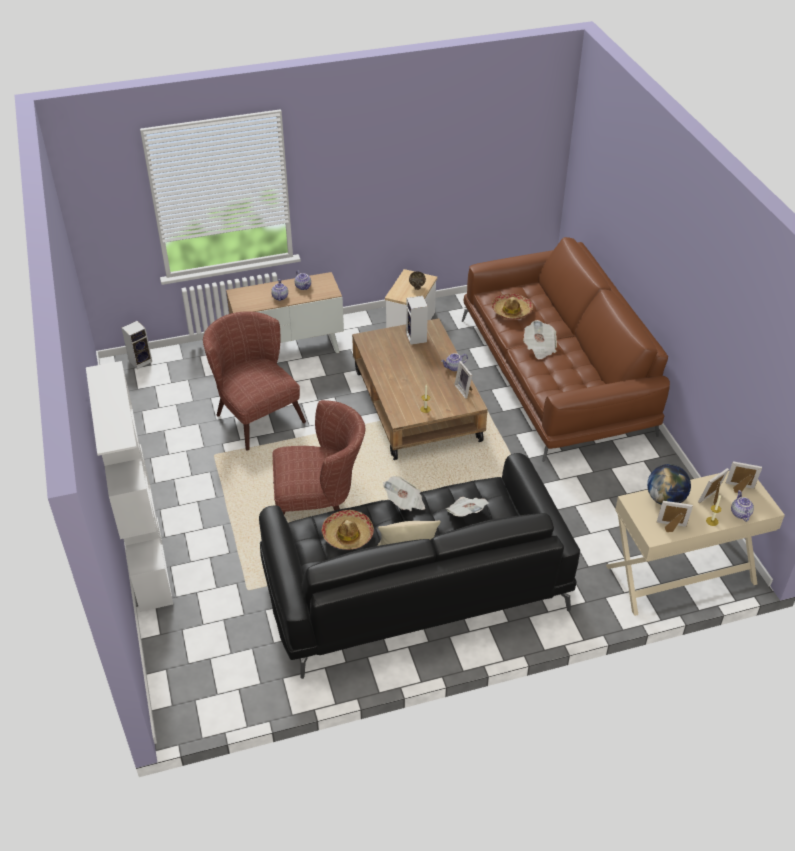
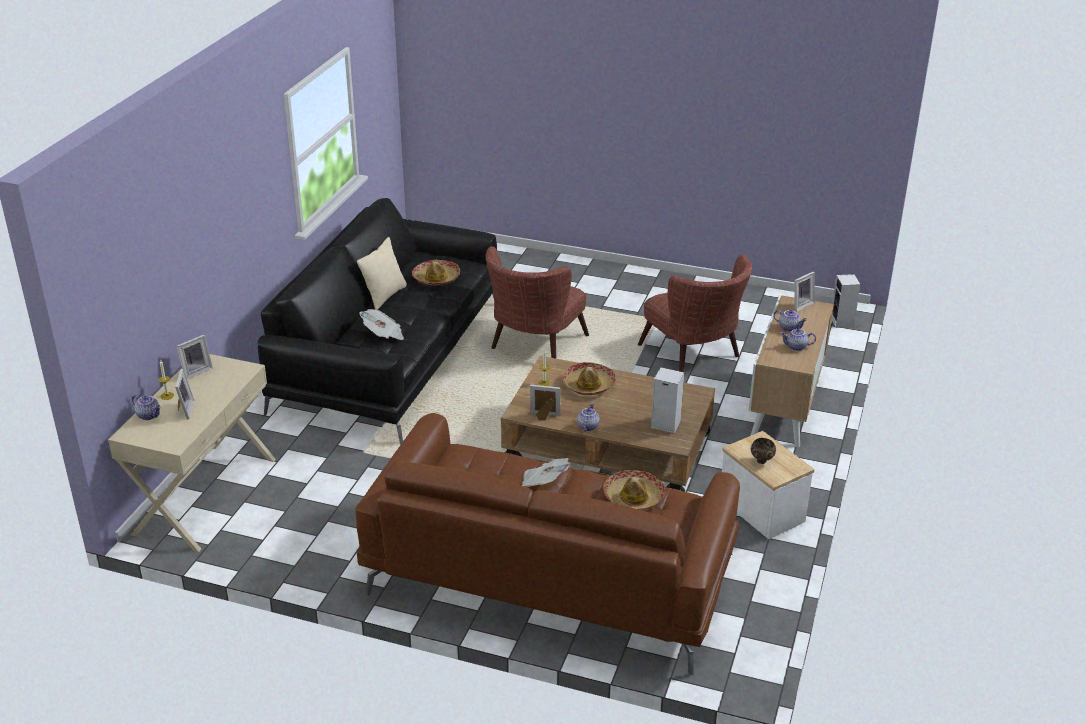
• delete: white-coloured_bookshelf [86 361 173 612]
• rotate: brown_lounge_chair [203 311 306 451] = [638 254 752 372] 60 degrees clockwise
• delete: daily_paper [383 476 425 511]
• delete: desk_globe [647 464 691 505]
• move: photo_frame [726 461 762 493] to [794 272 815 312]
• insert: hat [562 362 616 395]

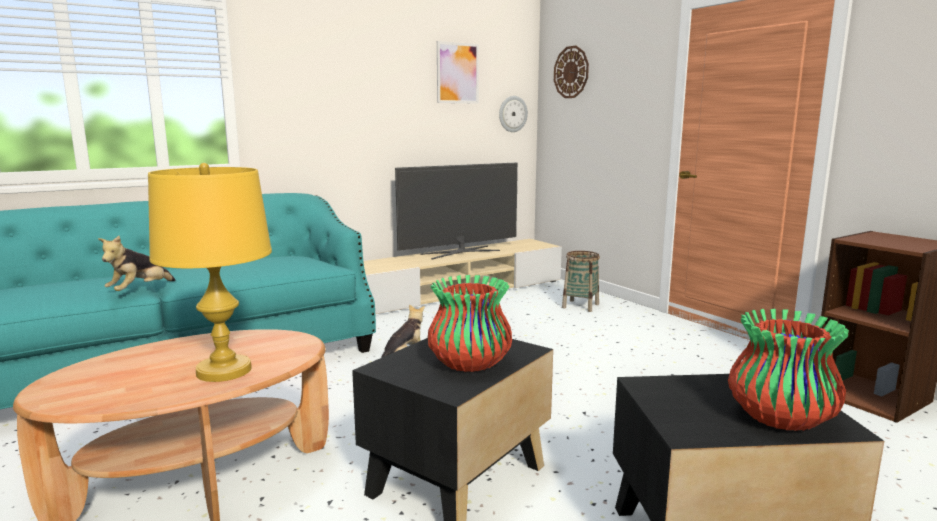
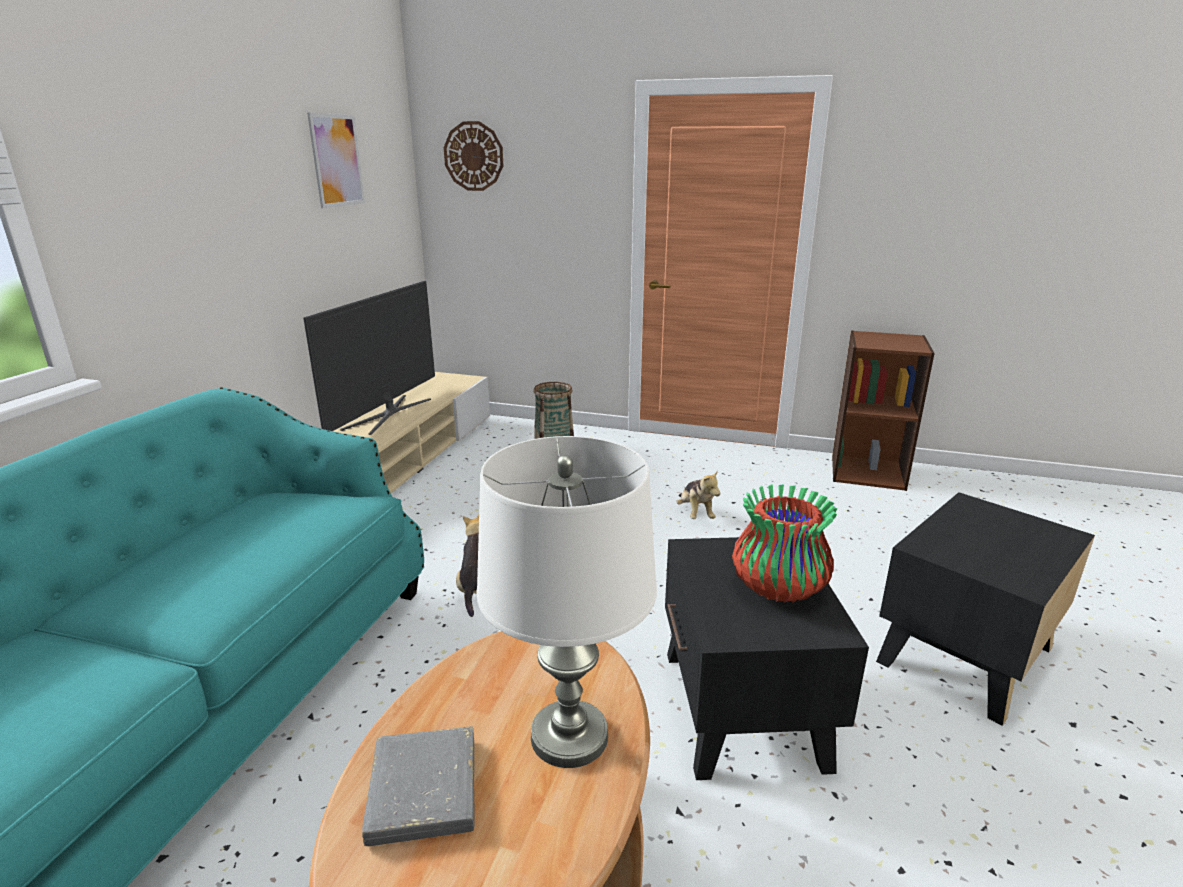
• move: cuddly_toy [98 236 176 291] to [676 470 720 519]
• recolor: yellow_tabletop_lamp [148 163 272 382] to white-coloured_tabletop_lamp [476 436 657 768]
• delete: hanging_clock [499 96 528 132]
• delete: vase [728 309 849 431]
• insert: gray_book [362 726 475 846]

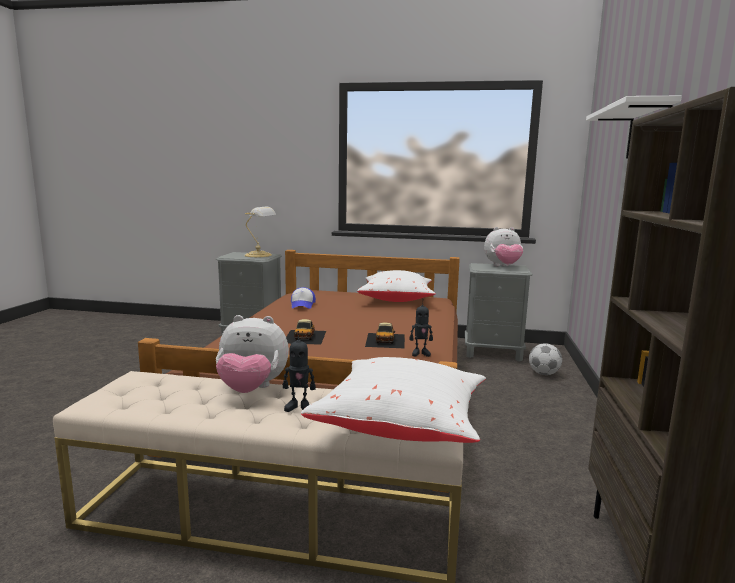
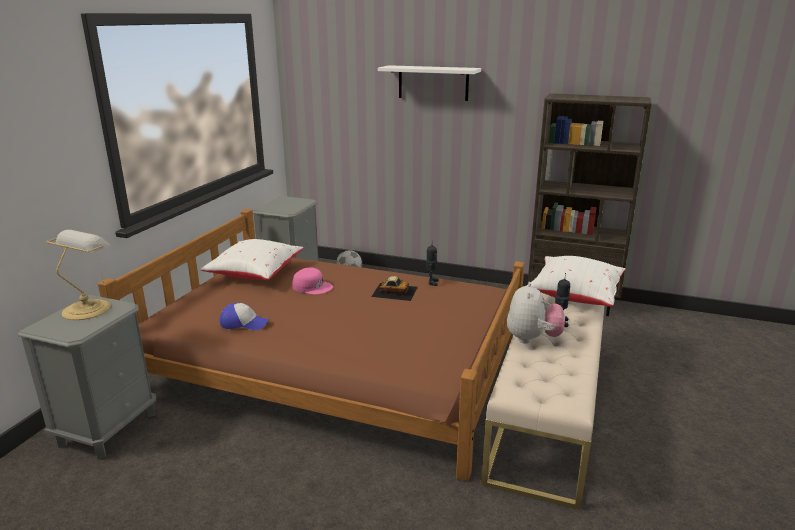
• delete: miniature_car [286 319 326 345]
• delete: cuddly_toy [484 227 523 266]
• insert: pink_baseball_cap [292 268 333 295]

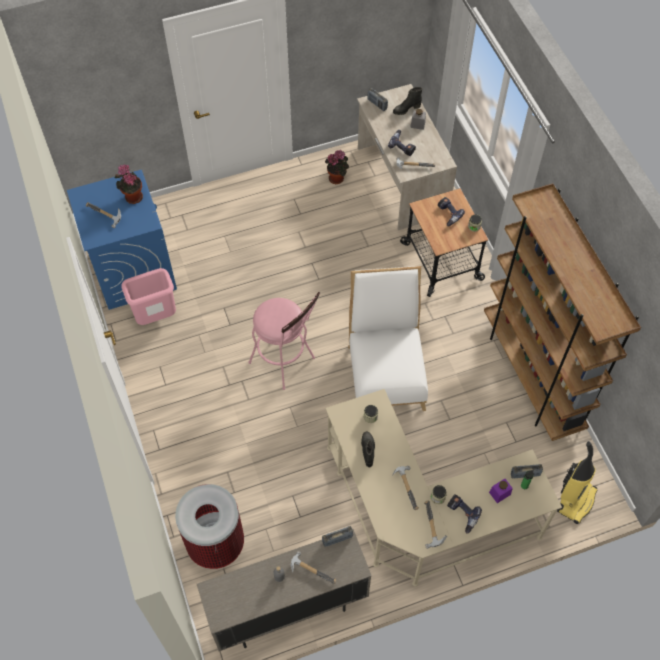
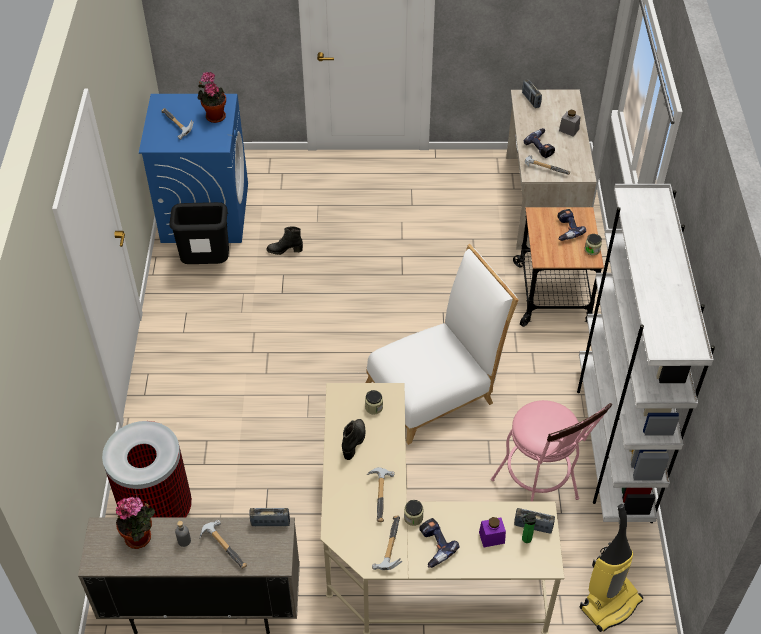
• recolor: pink_trash_can [121 268 176 325] to black-coloured_trash_can [169 202 229 264]
• move: pink_stool_seat [248 292 320 390] to [491 400 612 502]
• move: houseplant [325 150 349 184] to [116 497 155 549]
• rotate: white-coloured_chair [348 266 428 411] = [365 244 518 445] 45 degrees clockwise
• move: black-coloured_high-top_boot [393 87 422 115] to [267 226 303 255]
• recolor: brown_bookshelf [484 183 641 441] to white-coloured_bookshelf [577 184 715 523]

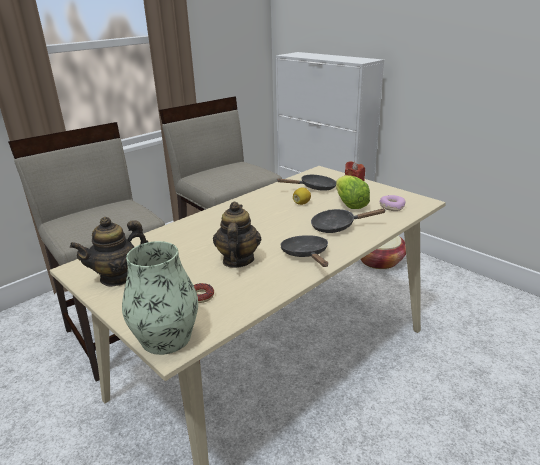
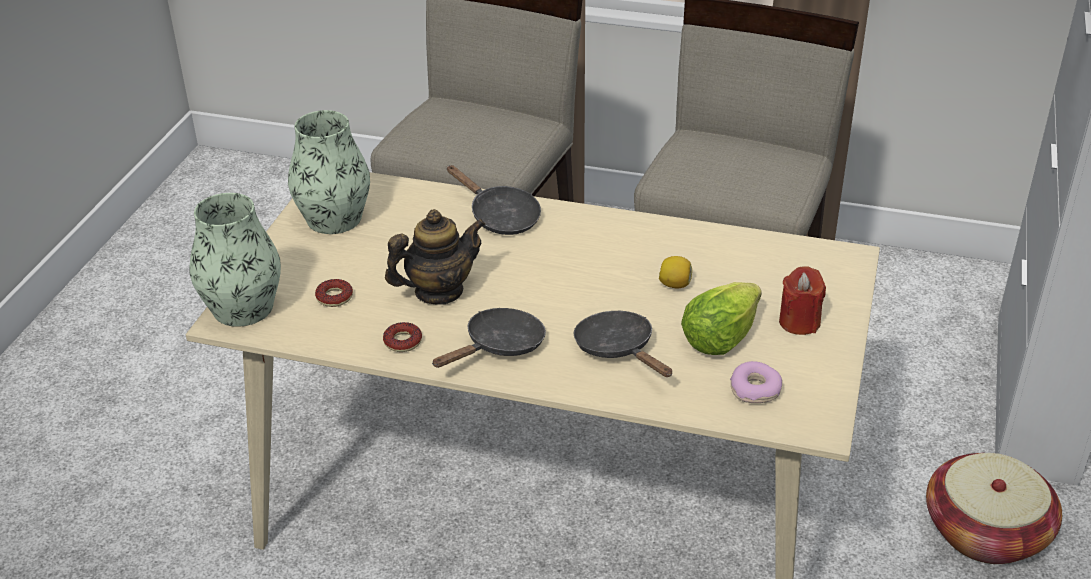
• replace: pot_for_tea [70 217 148 287] to vase [288 110 370 234]
• move: black-coloured_frying_pan [276 174 336 191] to [446 165 541 235]
• insert: doughnut [383 322 422 352]

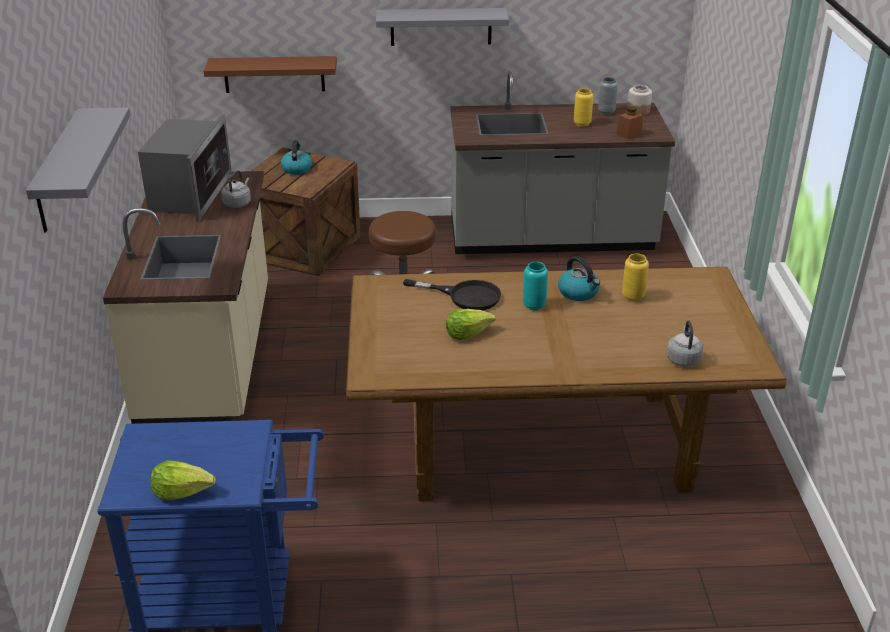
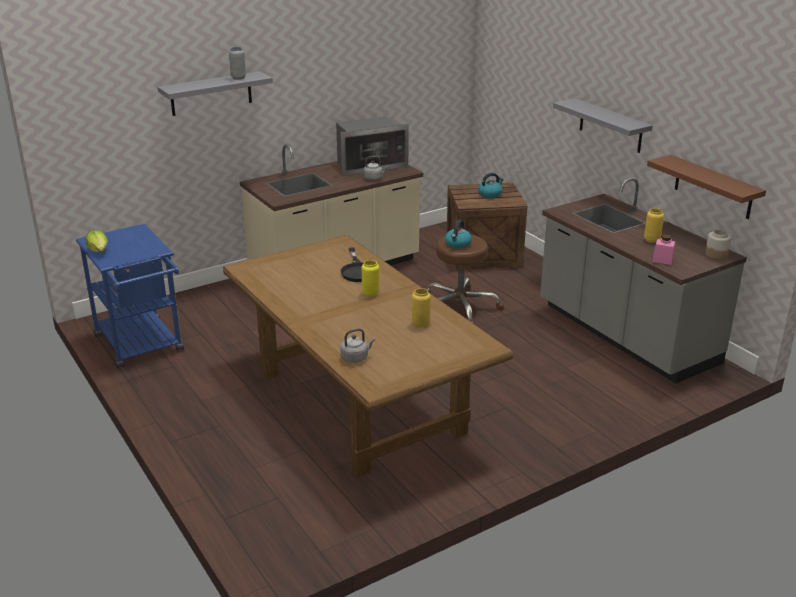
• move: brown_bracket_shelf [204 56 337 93] to [647 155 766 219]
• delete: head_of_lettuce [446 309 495 340]
• recolor: turquoise-coloured_vase [523 262 548 310] to yellow_vase [362 260 380 297]
• move: tea_kettle [558 256 600 301] to [445 220 472 249]
• move: gray_vase [598 77 618 115] to [229 47 246 80]
• recolor: brown_storage_jar [616 106 643 139] to pink_storage_jar [652 235 675 265]

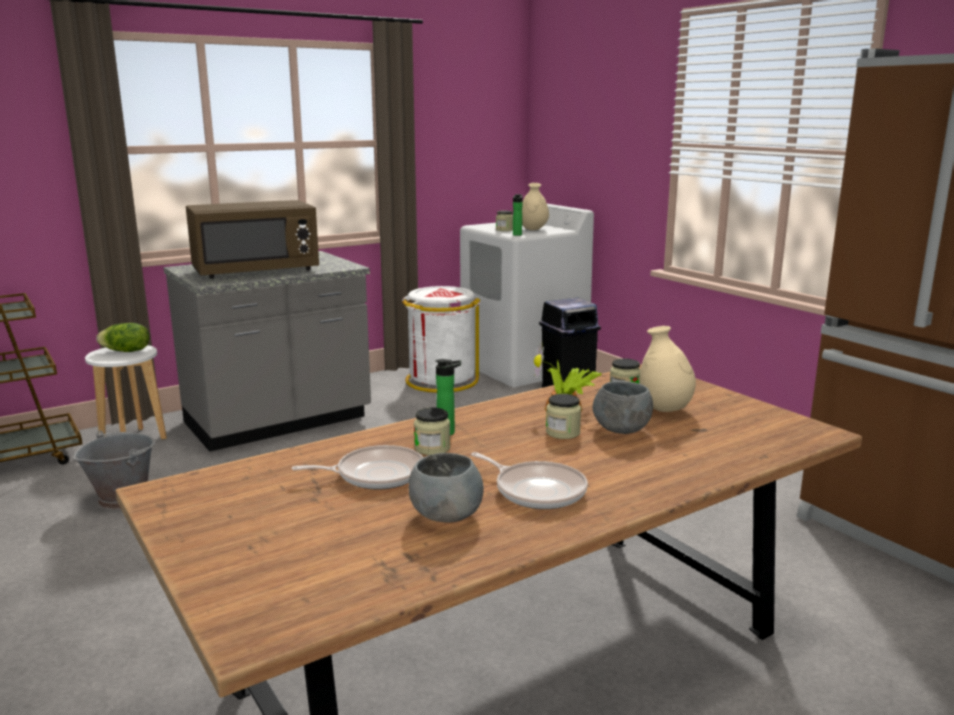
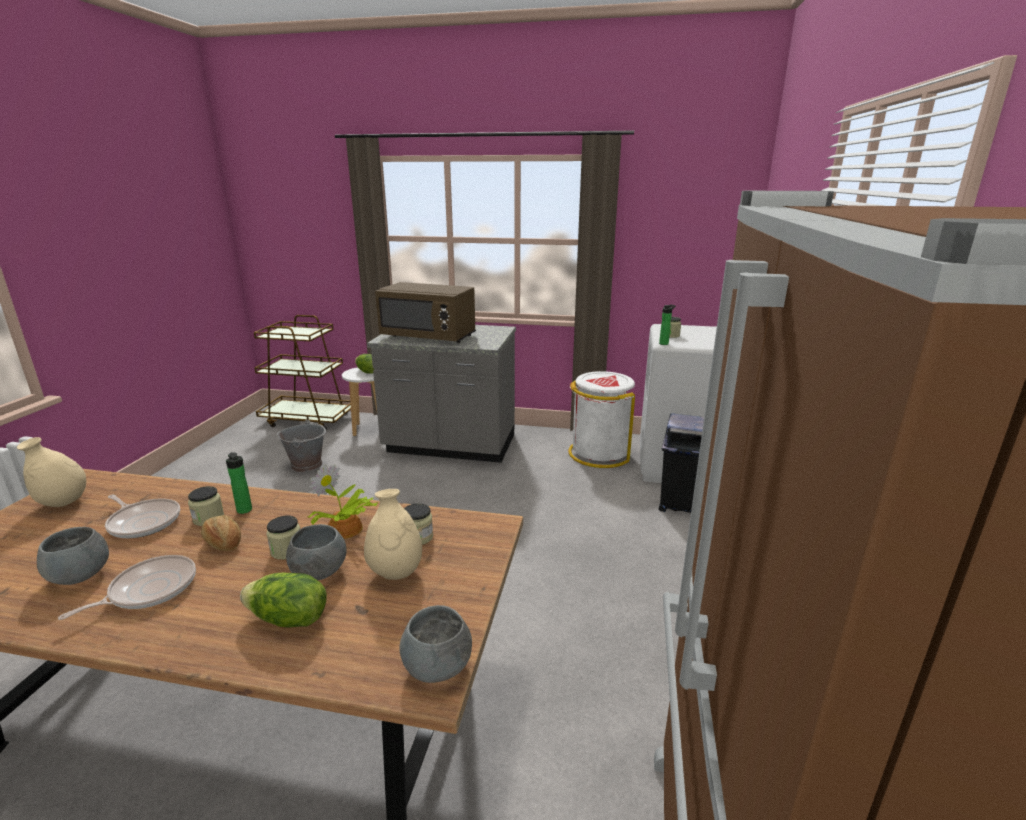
• rotate: frying_pan [471 452 588 509] = [58 555 196 620] 135 degrees counterclockwise
• move: sand-coloured_vase [522 183 549 230] to [17 437 86 507]
• insert: bakery_bread [201 515 241 551]
• insert: head_of_lettuce [240 573 327 627]
• insert: gray_bowl [400 605 472 683]

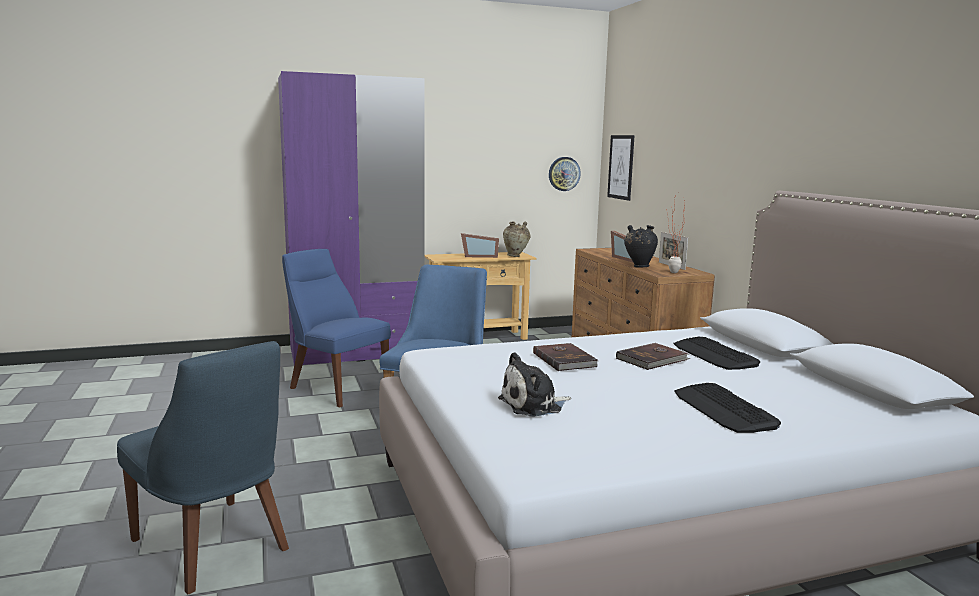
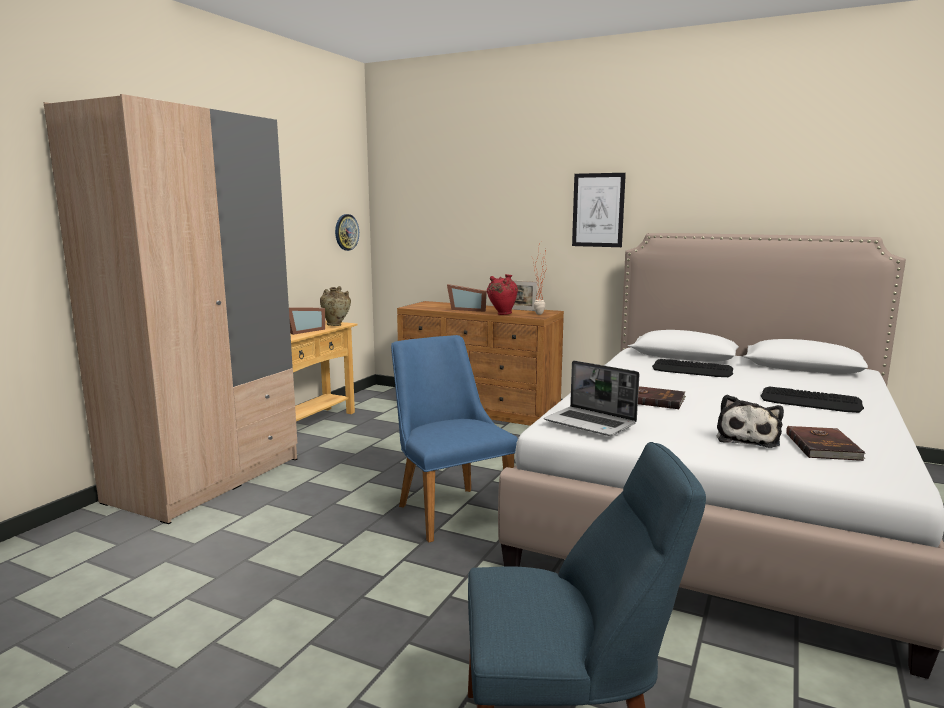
• recolor: purplish_clothes_cupboard [278 71 424 365] to sand-coloured_clothes_cupboard [43 94 297 524]
• delete: blue-coloured_chair [282 249 391 407]
• move: picture [607 135 635 201] to [572 173 626 247]
• move: brown_book [616 343 691 370] to [786 426 866 461]
• recolor: black-coloured_vase [624 225 658 267] to red-coloured_vase [487 274 518 315]
• insert: portable_computer [544 360 640 436]

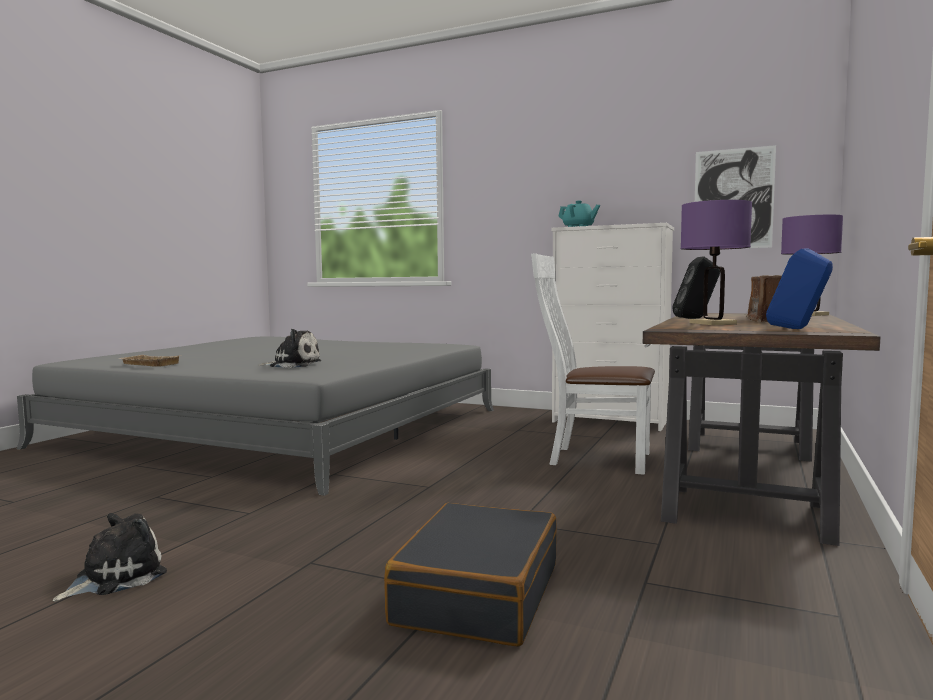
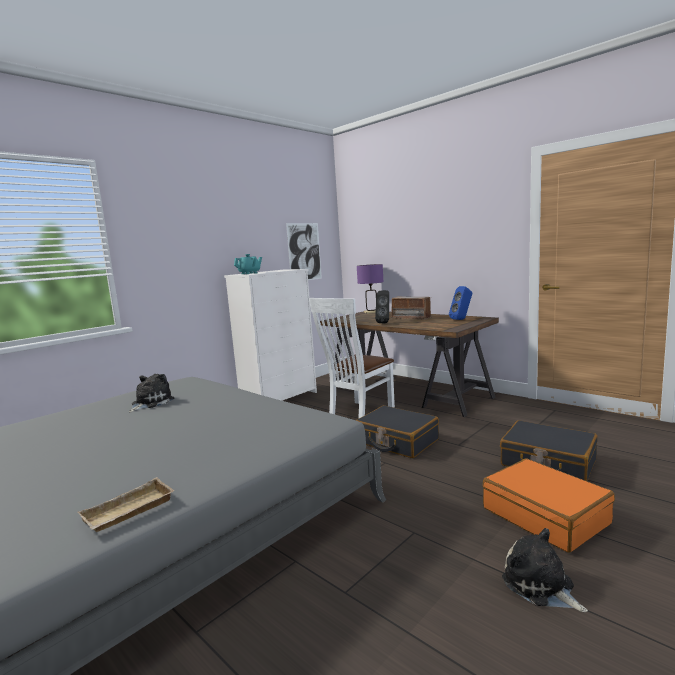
• move: cuddly_toy [259 329 321 368] to [129 374 174 413]
• delete: purplish_tabletop_lamp [681 200 752 325]
• insert: black-coloured_travel_case [356 405 439 458]
• insert: orange_travel_case [483 458 615 553]

